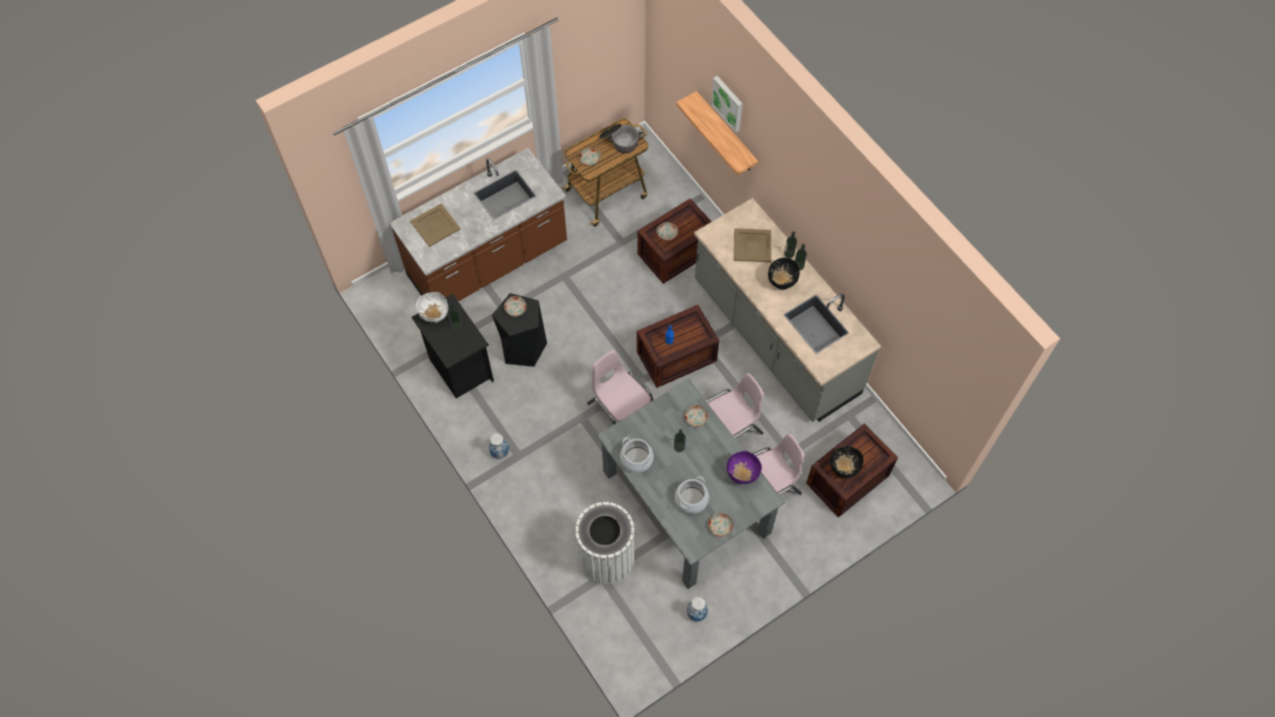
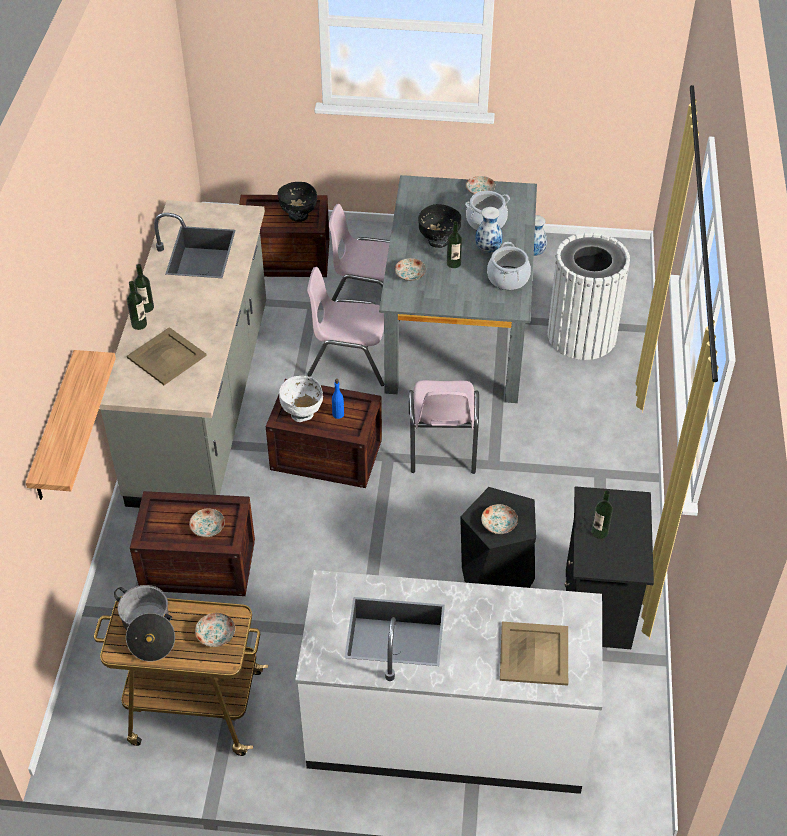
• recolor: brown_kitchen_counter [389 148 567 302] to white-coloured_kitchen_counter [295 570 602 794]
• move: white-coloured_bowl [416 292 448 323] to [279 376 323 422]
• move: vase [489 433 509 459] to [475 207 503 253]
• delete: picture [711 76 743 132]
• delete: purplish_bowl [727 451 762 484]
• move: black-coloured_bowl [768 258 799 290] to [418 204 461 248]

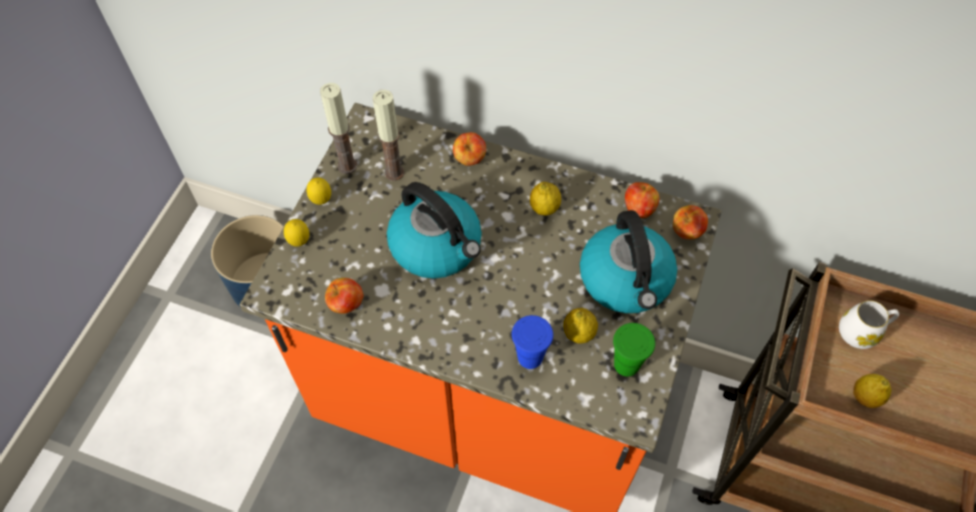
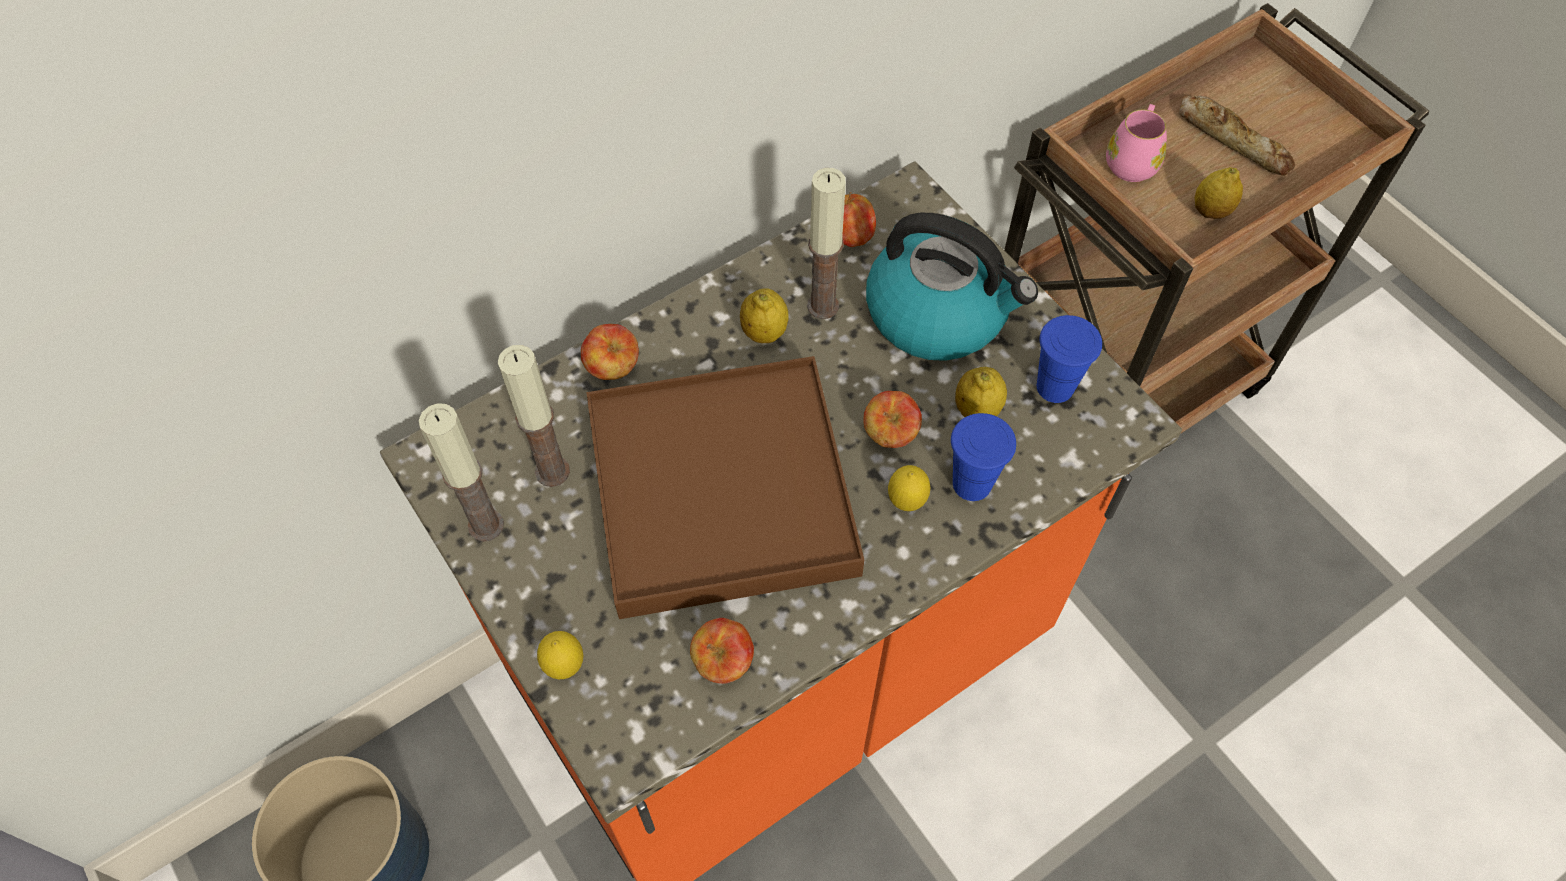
• move: citrus_fruit [306 177 331 205] to [888 465 930 511]
• replace: tea_kettle [387 182 482 279] to brown_tray [587 356 864 619]
• recolor: green-coloured_small_cup [613 323 655 376] to blue-coloured_small_cup [1037 315 1102 403]
• move: whole_apple [673 205 708 239] to [864 391 922 448]
• recolor: white-coloured_coffee_mug [839 300 899 349] to pink_coffee_mug [1106 104 1167 182]
• insert: candle [807 168 846 319]
• insert: bakery_bread [1179 95 1295 176]

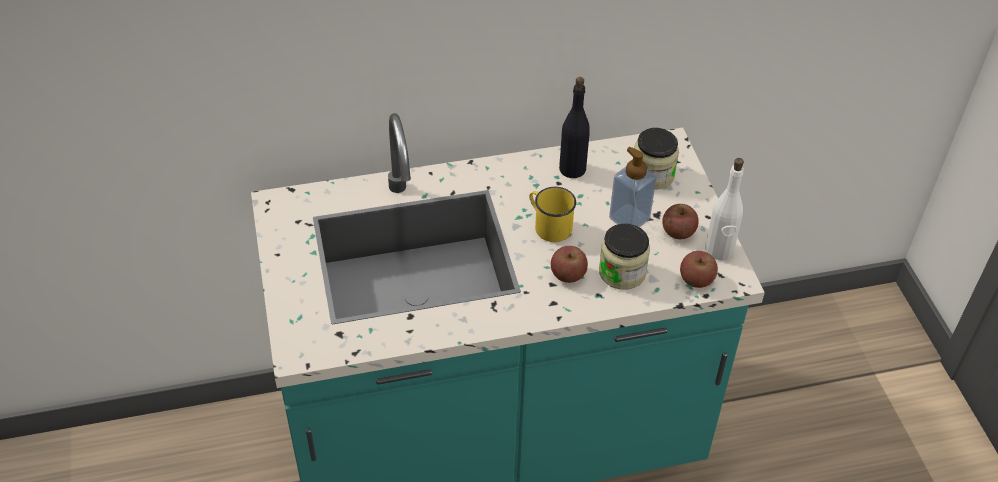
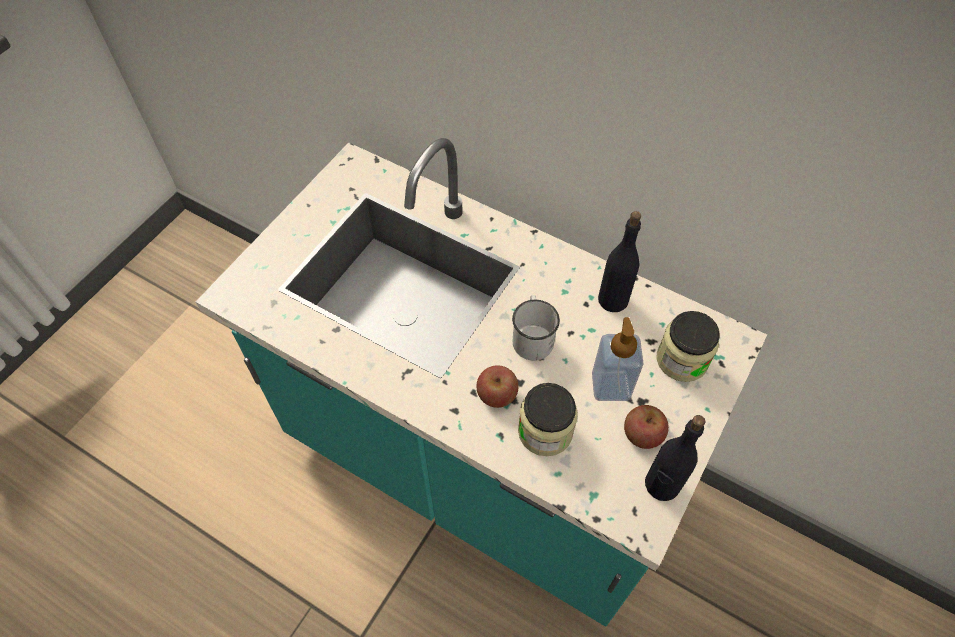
• recolor: yellow_coffee_mug [529 187 576 242] to white-coloured_coffee_mug [512 295 560 361]
• delete: whole_apple [680 251 718 288]
• recolor: white-coloured_drink_bottle [705 158 744 260] to black-coloured_drink_bottle [645 415 706 501]

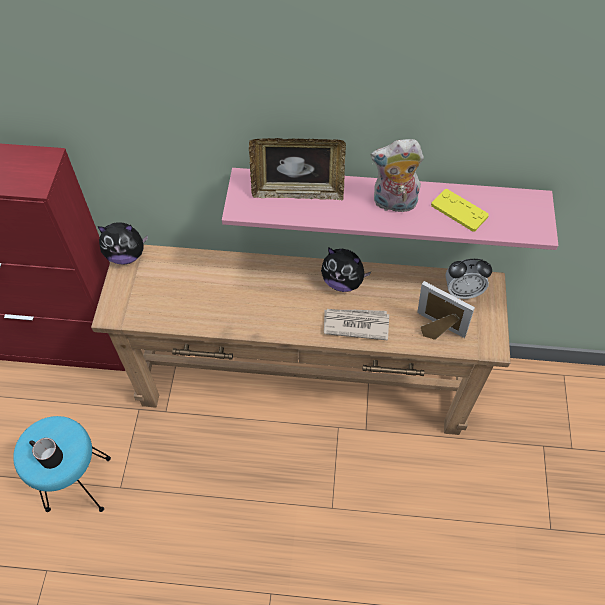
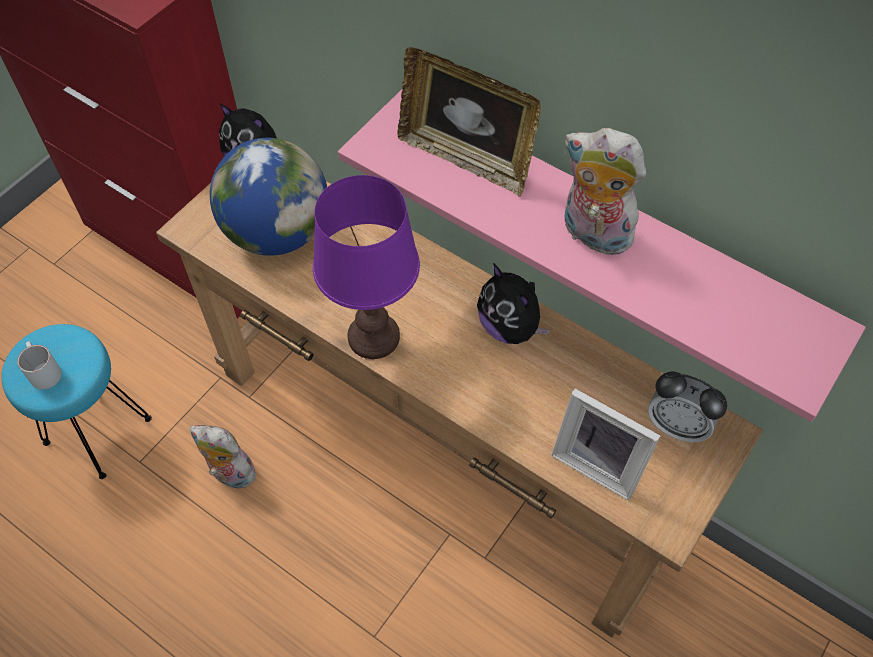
• recolor: black-coloured_coffee_mug [29 438 63 469] to white-coloured_coffee_mug [17 341 62 390]
• delete: daily_paper [324 309 389 340]
• rotate: photo_frame [417 281 475 340] = [551 389 660 500] 150 degrees clockwise
• delete: yellow_game_controller [431 189 489 231]
• insert: cuddly_toy [190 425 258 491]
• insert: desk_globe [210 138 327 256]
• insert: purplish_tabletop_lamp [313 175 420 359]

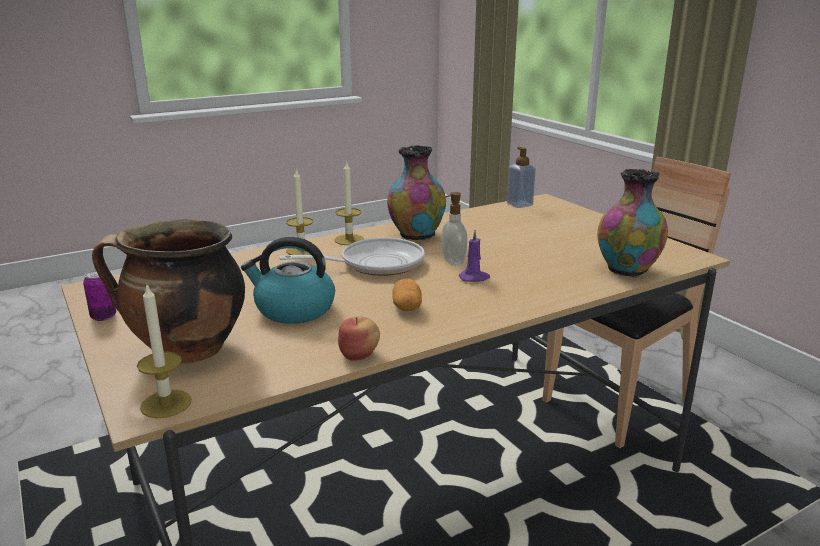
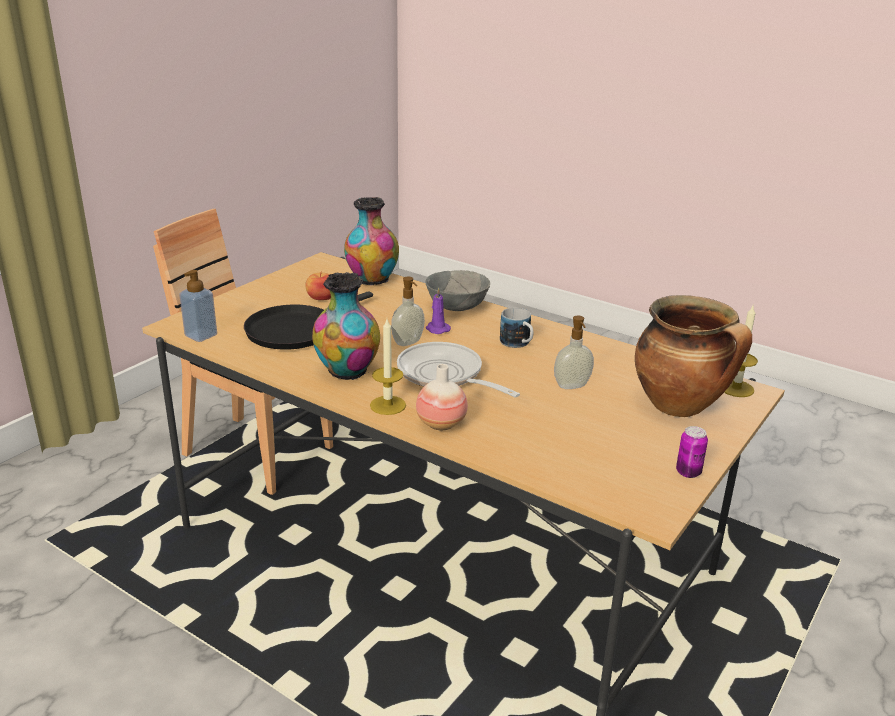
• replace: tea_kettle [241 237 335 324] to soap_dispenser [554 316 594 389]
• replace: candle [286 168 313 255] to vase [416 364 468 430]
• move: whole_apple [338 316 380 361] to [305 271 331 300]
• replace: potato [392 278 422 311] to coffee_mug [500 308 533 348]
• insert: black-coloured_frying_pan [244 291 373 350]
• insert: gray_bowl [425 270 490 311]

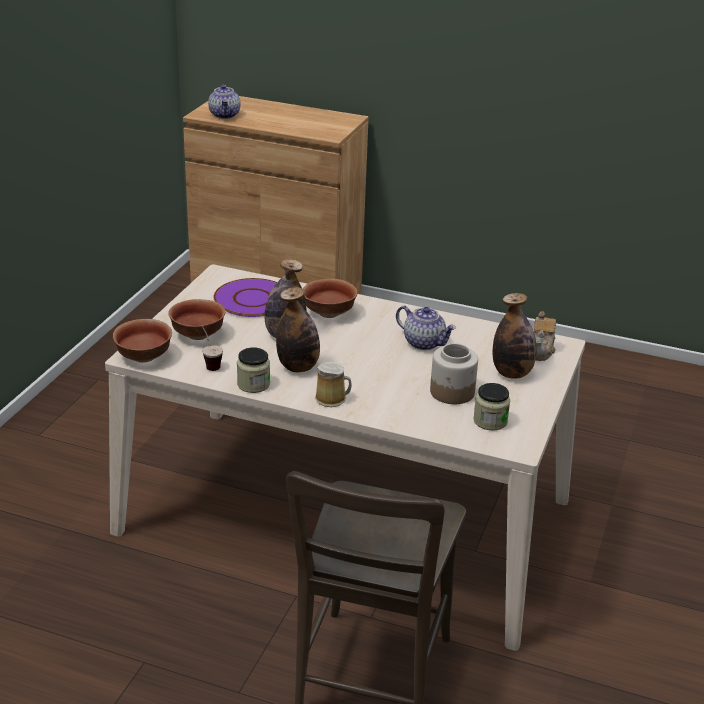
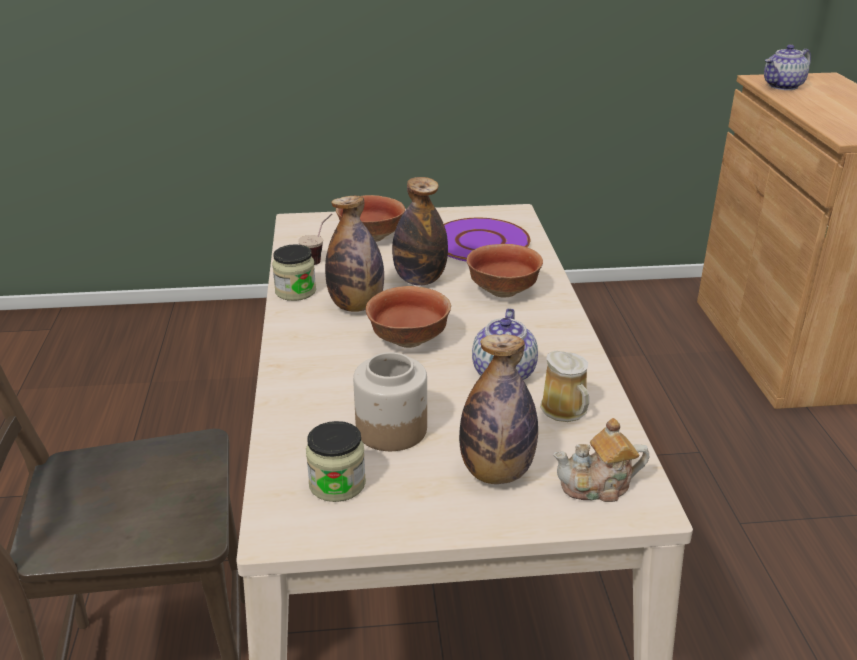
• move: bowl [113 319 172 363] to [366 286 451 348]
• move: coffee_mug [315 362 352 407] to [540 351 589 422]

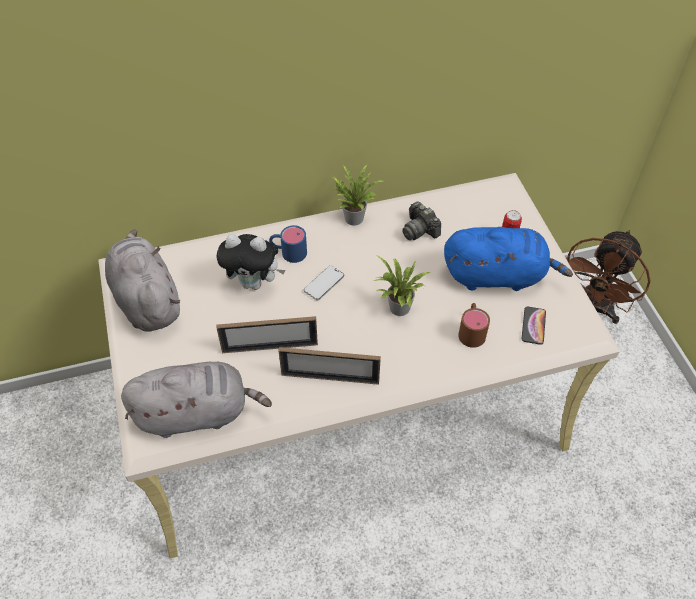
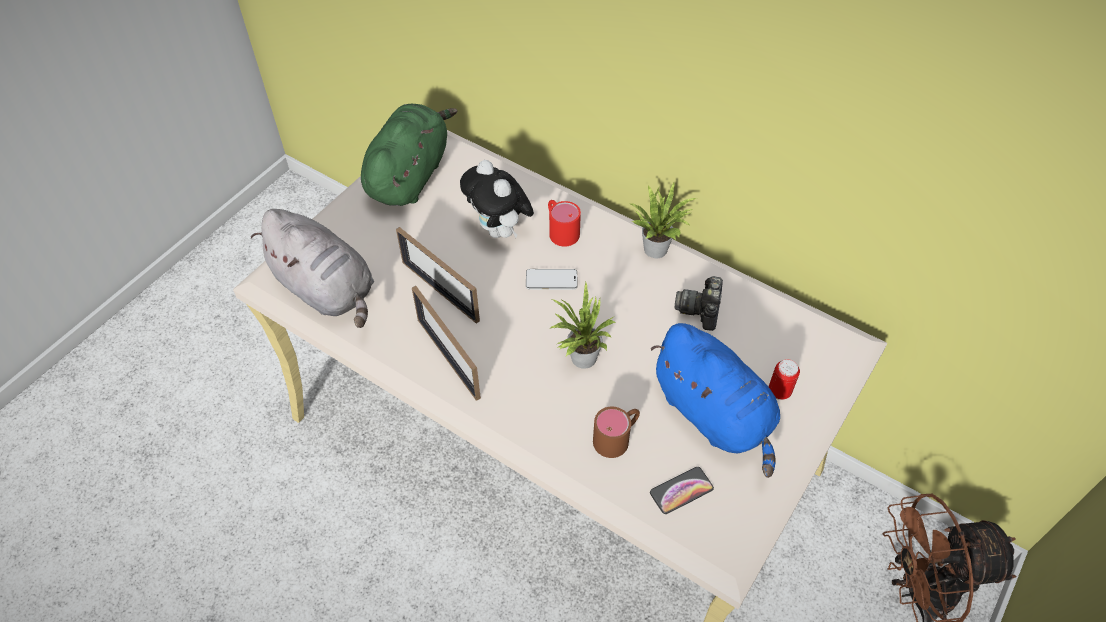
• recolor: gray_cuddly_toy [105 229 180 332] to green-coloured_cuddly_toy [361 104 457 206]
• recolor: blue-coloured_coffee_mug [269 225 307 263] to red-coloured_coffee_mug [548 200 581 246]

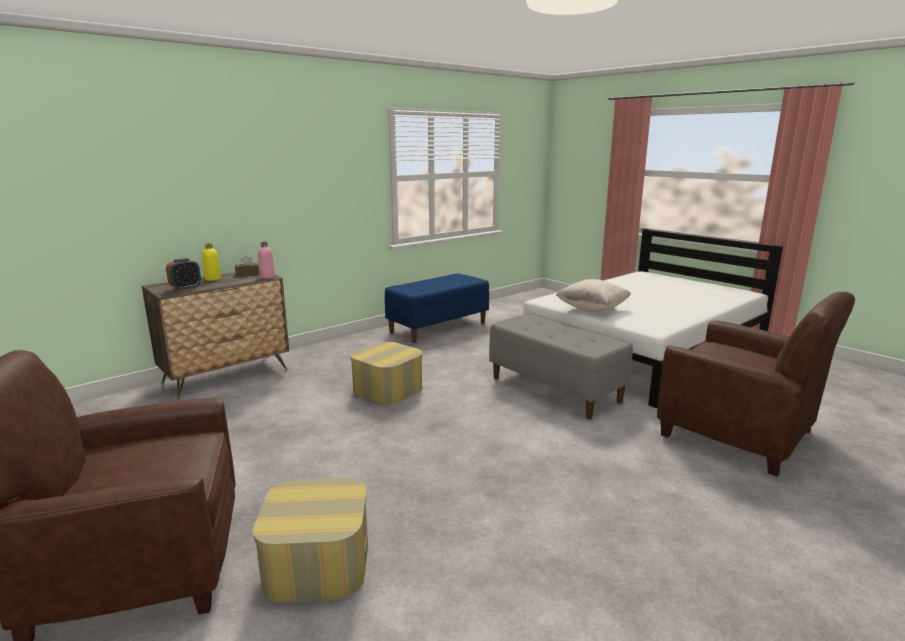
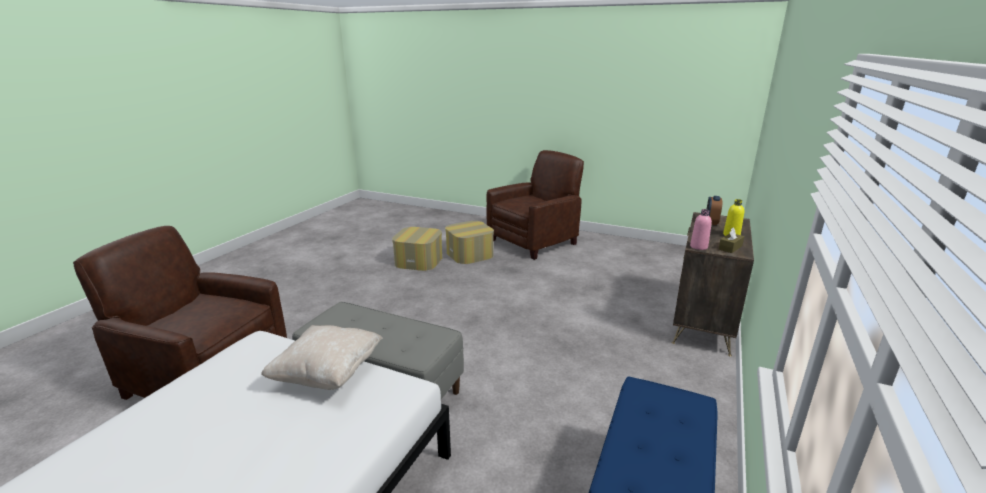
• move: pouffe [350 342 422 405] to [392 227 443 271]

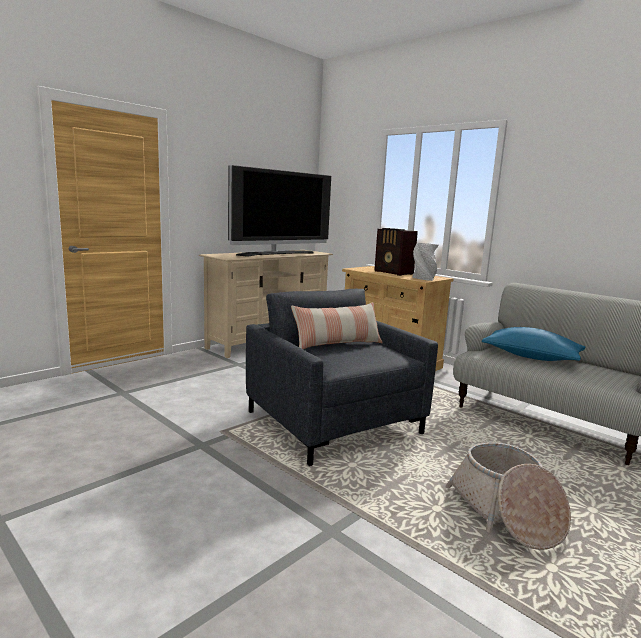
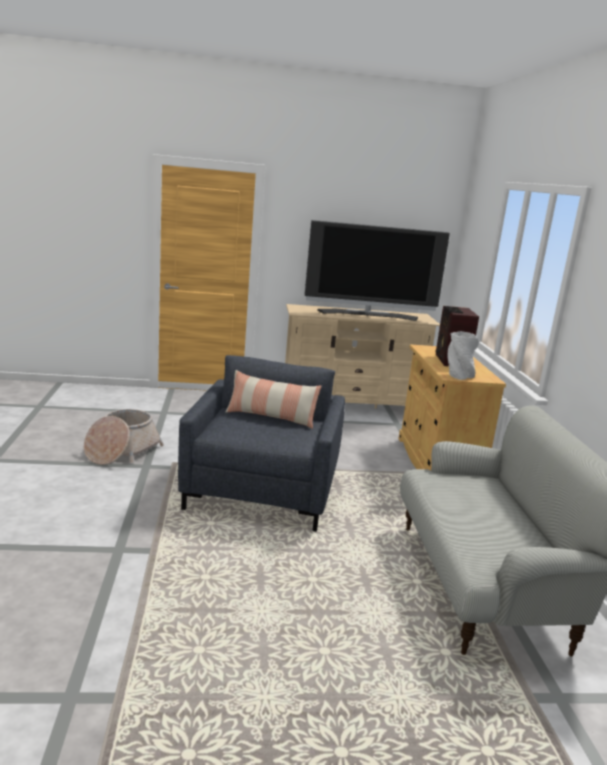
• move: household_basket [445 442 571 550] to [84 409 164 465]
• delete: blue-coloured_pillow [482 327 586 361]

